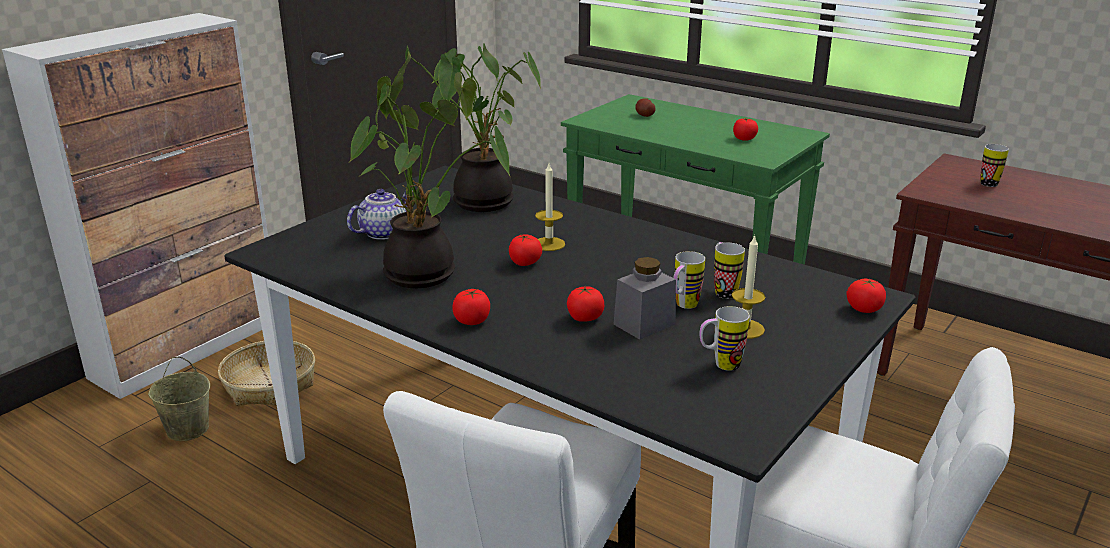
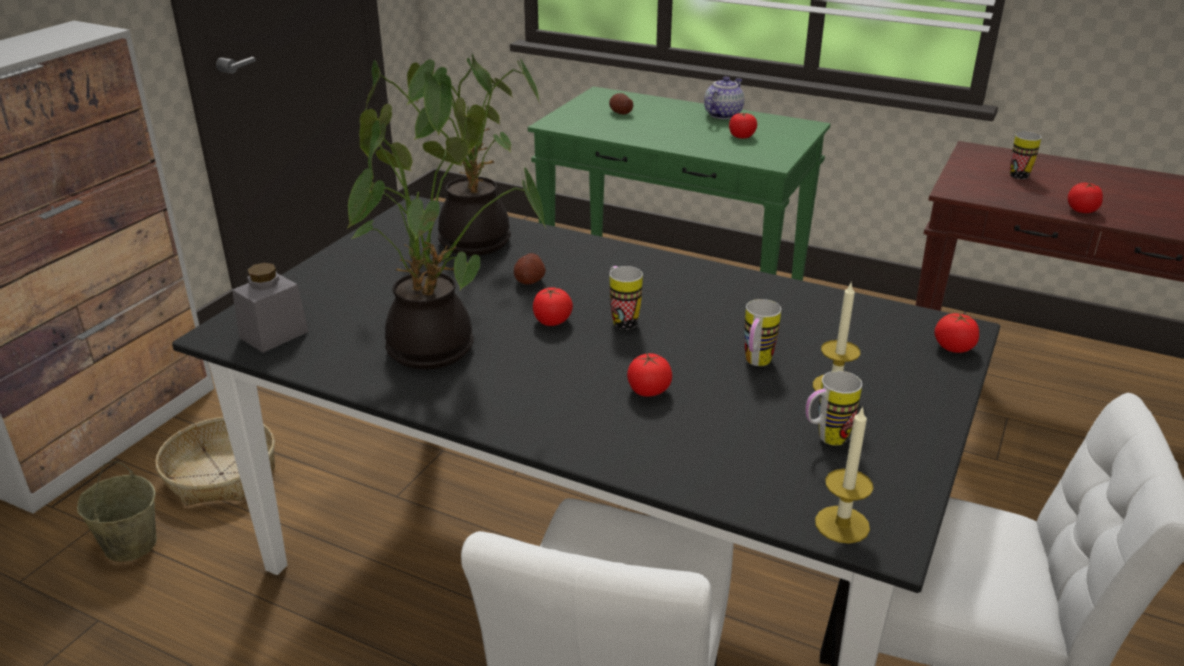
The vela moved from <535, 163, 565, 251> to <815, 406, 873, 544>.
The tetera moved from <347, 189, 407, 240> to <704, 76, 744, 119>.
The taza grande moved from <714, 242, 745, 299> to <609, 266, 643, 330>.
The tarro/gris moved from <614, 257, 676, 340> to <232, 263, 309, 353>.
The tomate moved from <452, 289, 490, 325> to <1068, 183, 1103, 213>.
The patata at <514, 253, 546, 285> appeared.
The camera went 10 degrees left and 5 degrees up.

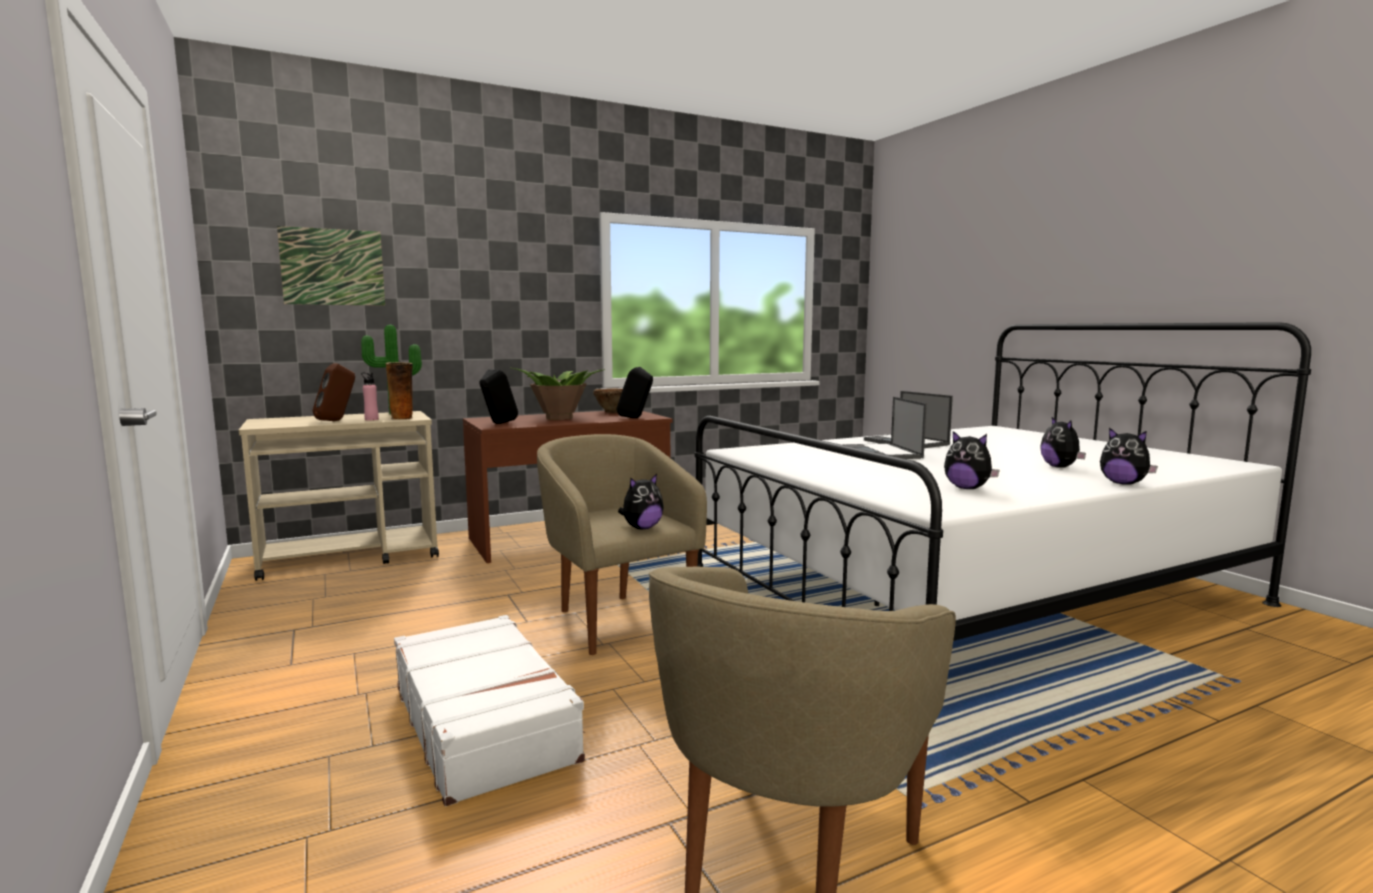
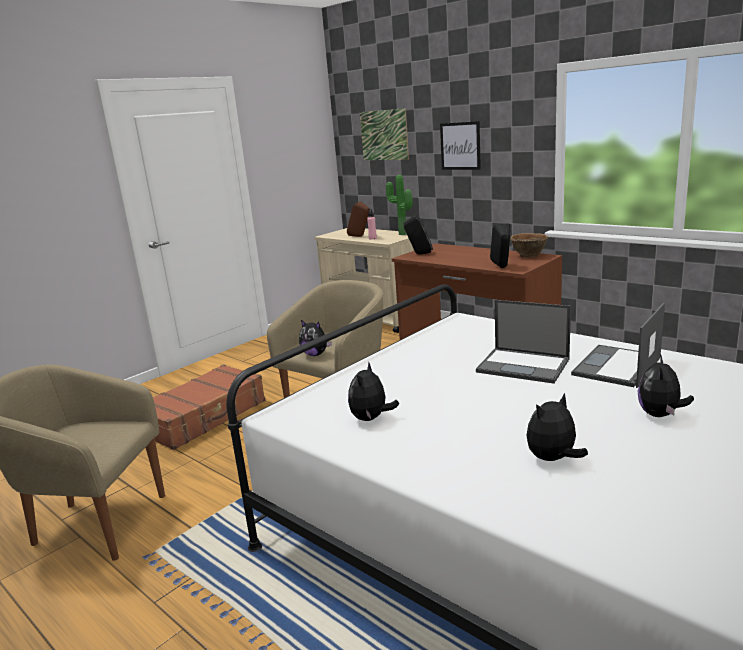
The florero at <385, 362, 413, 420> disappeared.
The planta en maceta at <512, 368, 605, 420> disappeared.
The portátil at <843, 397, 927, 459> turned 120 degrees counterclockwise.
The peluche moved from <1100, 428, 1158, 484> to <637, 354, 694, 417>.
The maleta/blanco at <394, 615, 585, 807> became the maleta/marrón at <153, 364, 265, 450>.
The cuadro at <440, 121, 481, 170> appeared.
The camera went 70 degrees right and 10 degrees up.

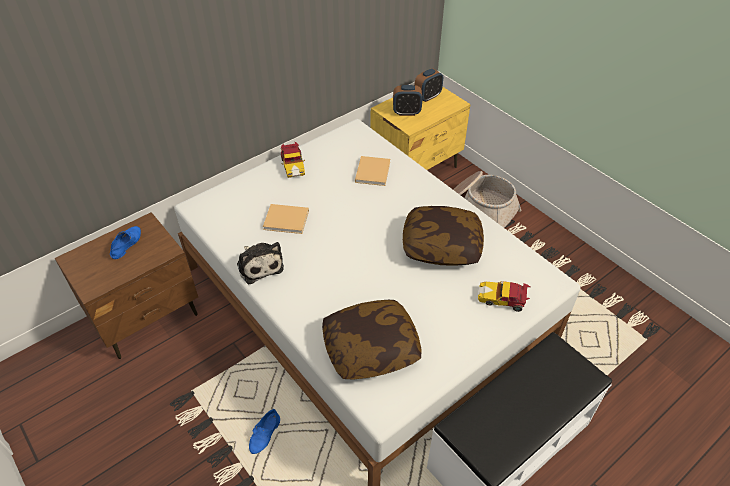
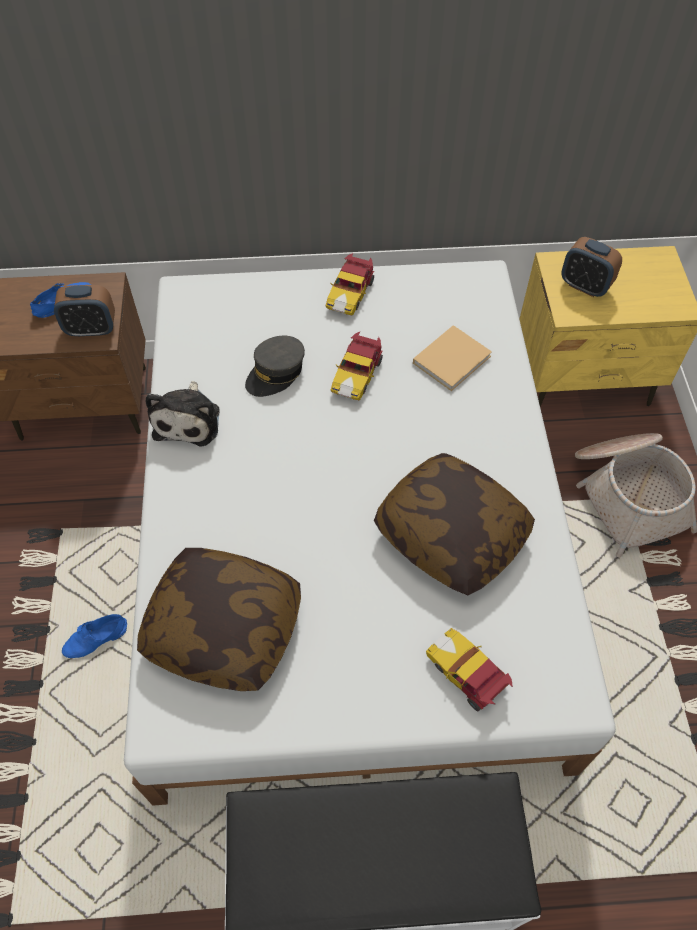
The despertador moved from <414, 68, 443, 102> to <54, 285, 115, 337>.
The libro/beis at <263, 204, 309, 234> was replaced by the gorra/gris at <245, 336, 305, 397>.
The coche de juguete at <331, 332, 383, 401> appeared.
The camera went 35 degrees right and 10 degrees up.

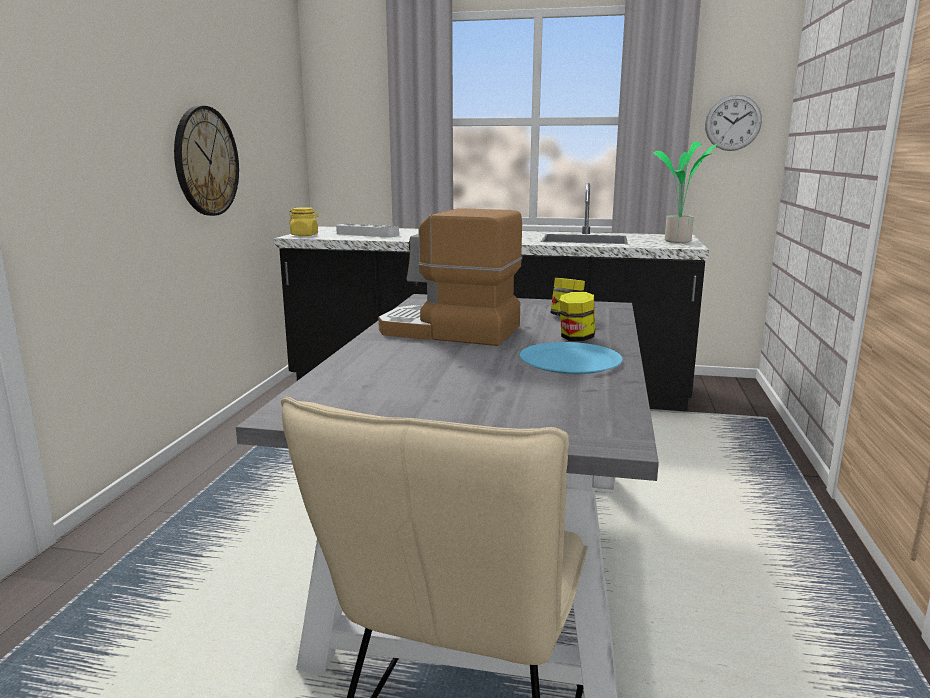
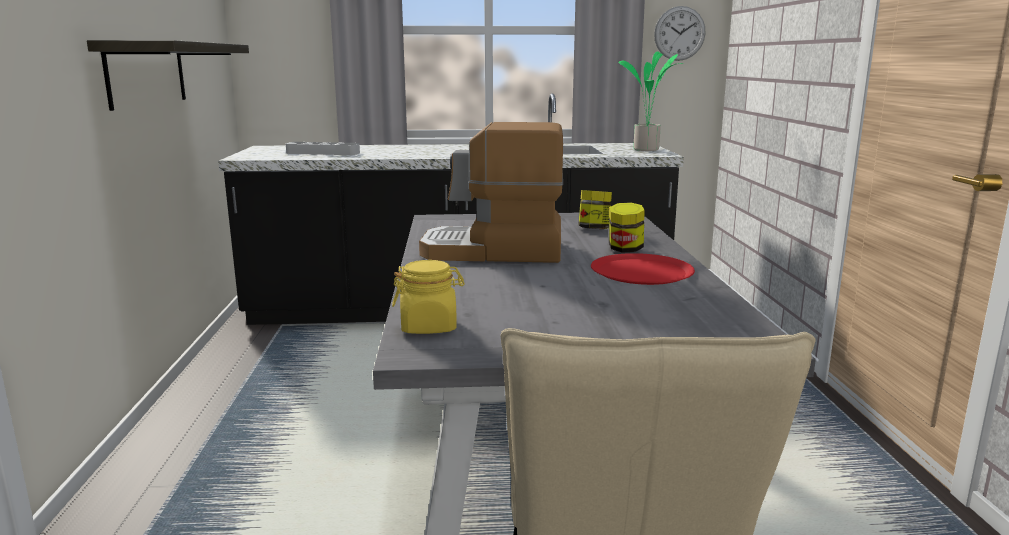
The reloj de pared at <174, 106, 239, 216> was replaced by the estante at <87, 40, 249, 111>.
The tarro/amarillo moved from <289, 207, 319, 236> to <392, 260, 465, 334>.
The plato/azul at <519, 342, 623, 374> became the plato/rojo at <591, 253, 695, 285>.
The camera went 15 degrees left and 0 degrees up.

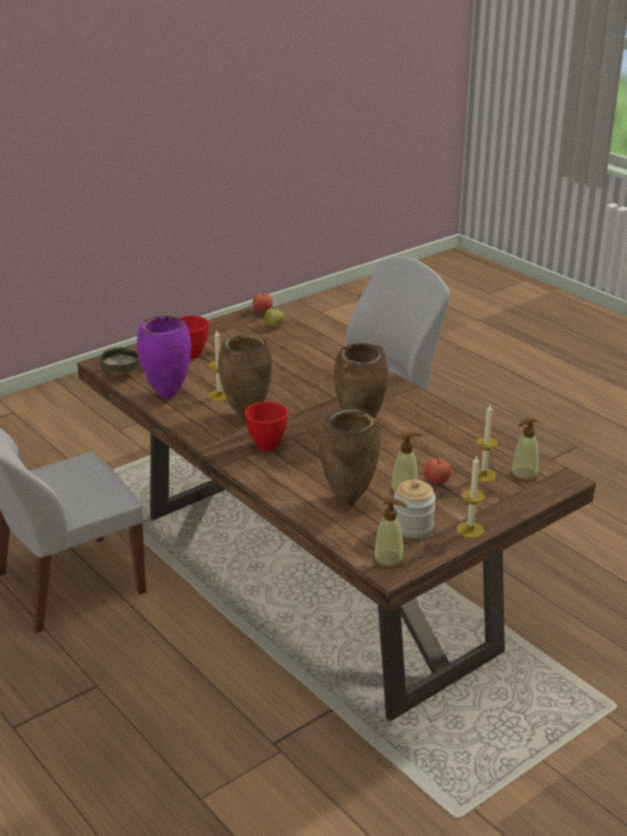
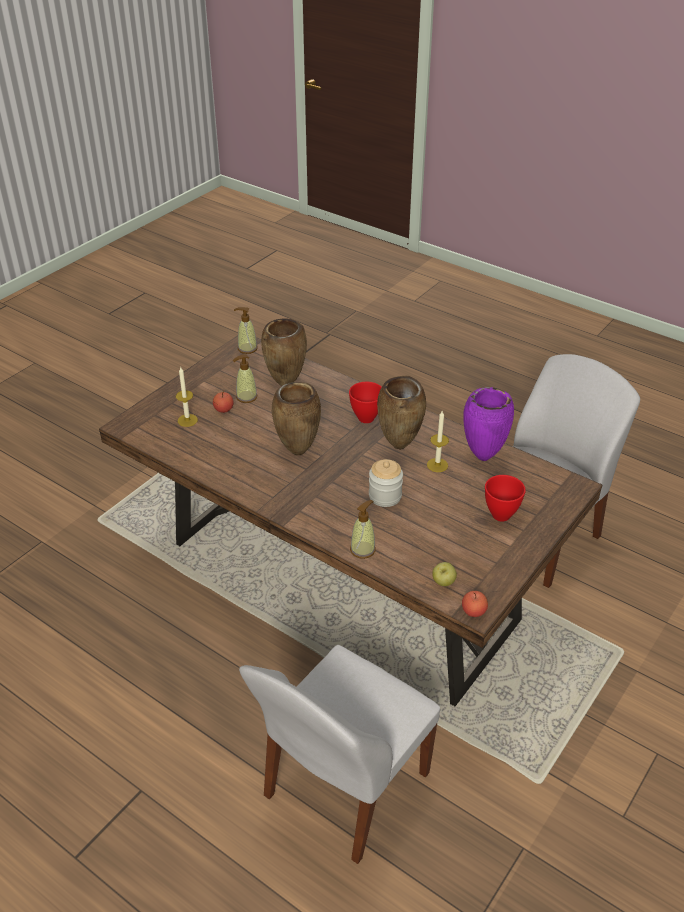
The cuenco at <100, 347, 140, 377> disappeared.
The dispensador de jabón moved from <511, 417, 539, 482> to <350, 500, 376, 559>.
The vela at <457, 455, 485, 538> disappeared.
The tarro moved from <394, 479, 436, 538> to <369, 459, 403, 507>.
The camera went 165 degrees right and 10 degrees up.

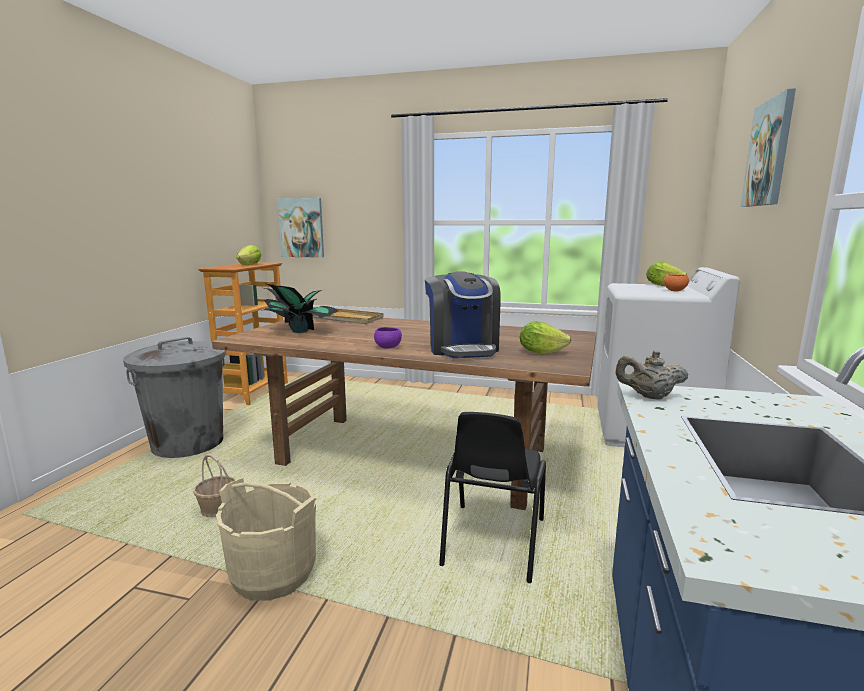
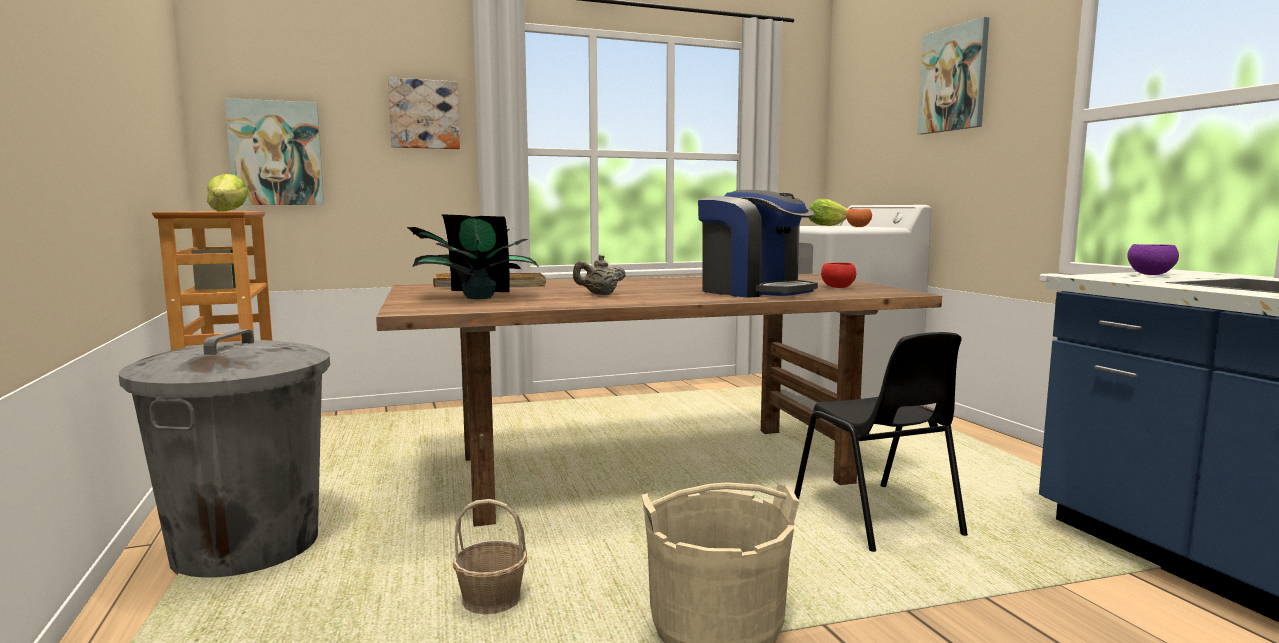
The lechuga at <520, 321, 572, 355> was replaced by the cuenco/rojo at <821, 263, 856, 288>.
The cuenco/morado moved from <374, 327, 402, 349> to <1127, 244, 1179, 275>.
The tetera/beis moved from <615, 350, 689, 400> to <573, 255, 626, 295>.
The cuadro at <388, 77, 460, 149> appeared.
The camera went 35 degrees left and 5 degrees down.

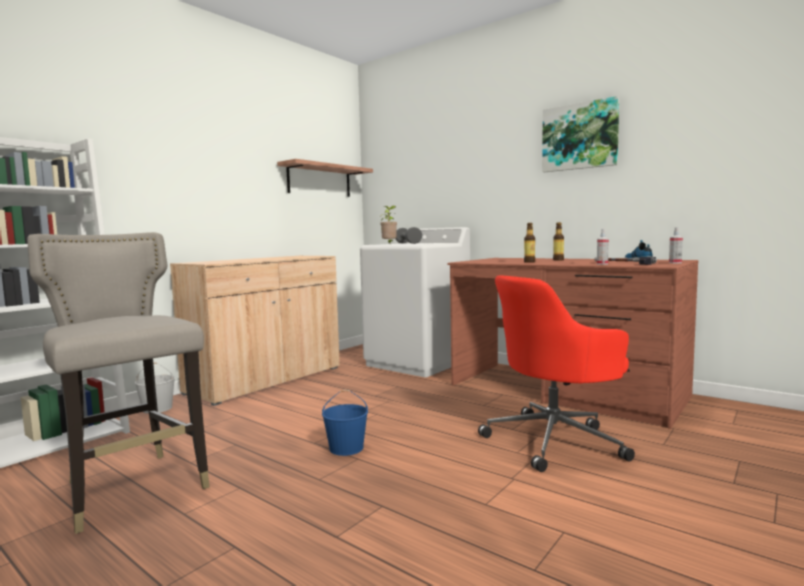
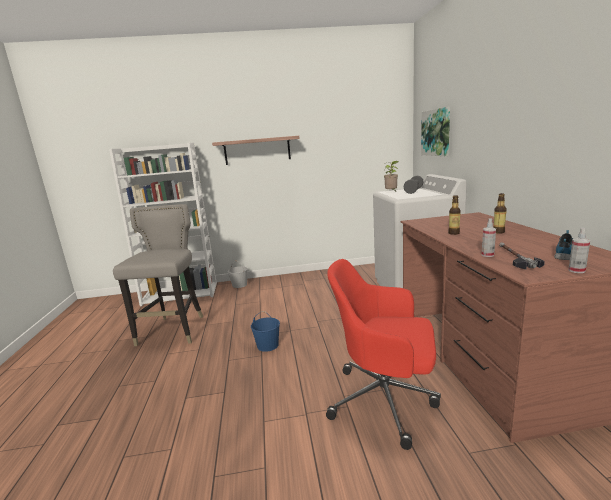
The cuadro moved from <542, 96, 619, 172> to <421, 107, 450, 156>.
The estante moved from <277, 159, 373, 197> to <212, 136, 300, 165>.
The armario/beis at <170, 256, 340, 406> disappeared.
The camera went 45 degrees right and 10 degrees up.

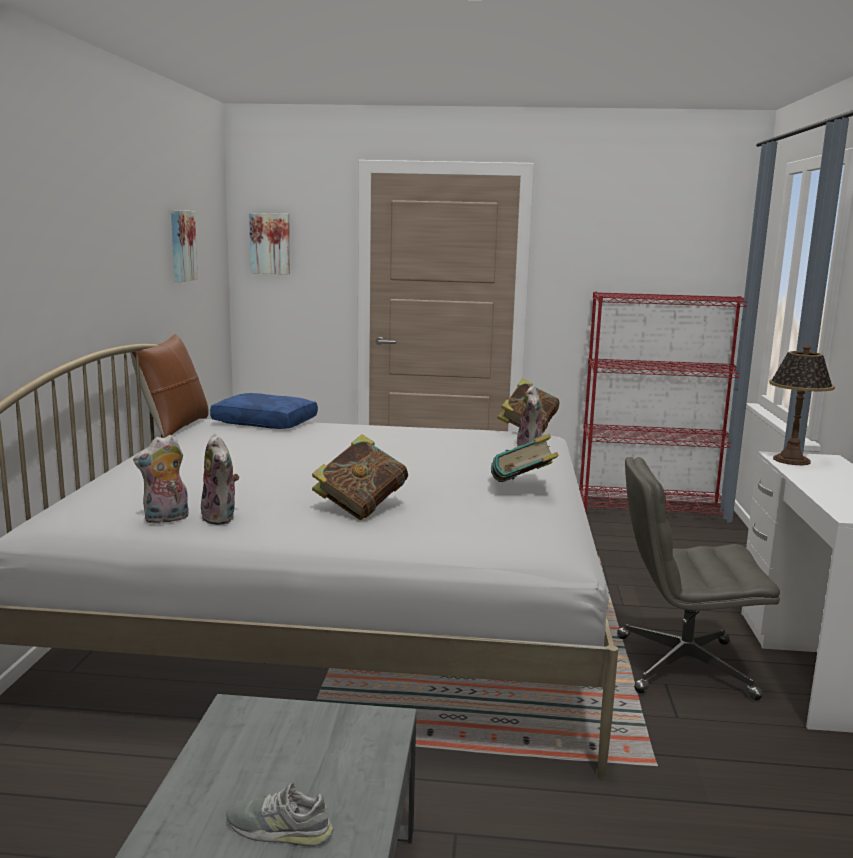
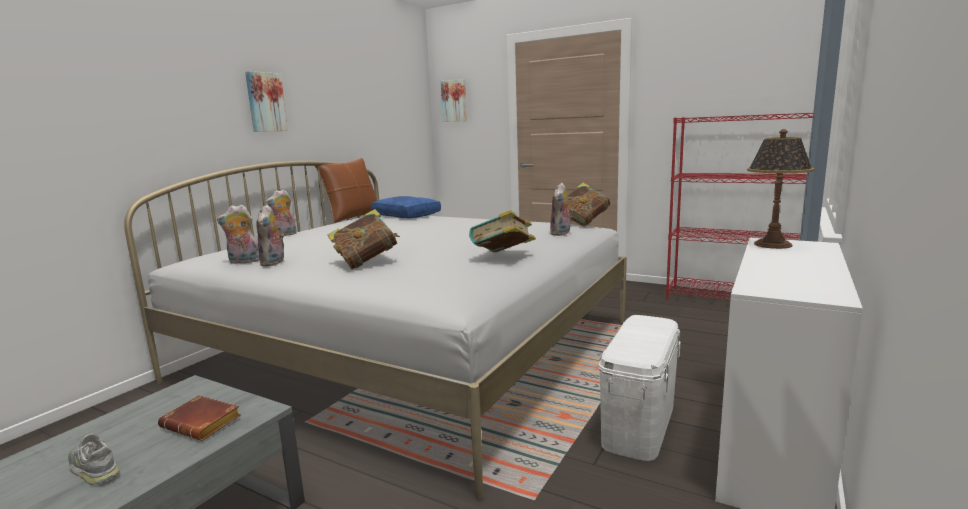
The cuadro moved from <171, 210, 198, 282> to <245, 71, 288, 132>.
The silla de oficina/gris at <617, 457, 780, 700> was replaced by the caja de almacenaje/blanco at <599, 315, 681, 461>.
The peluche at <265, 189, 297, 236> appeared.
The libro/marrón at <158, 395, 241, 441> appeared.
The camera went 25 degrees right and 0 degrees up.

